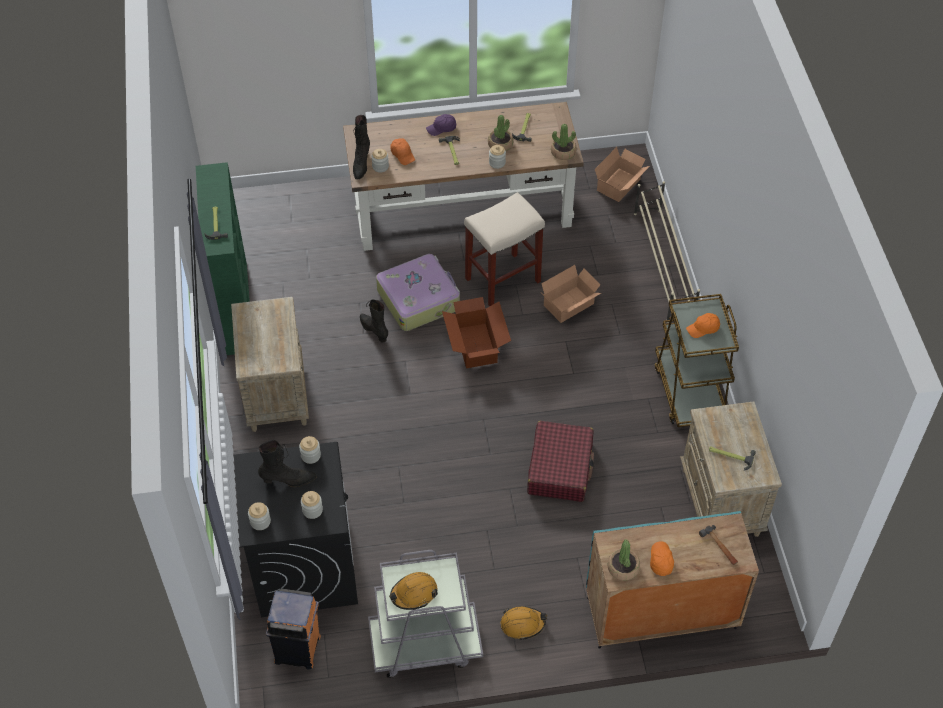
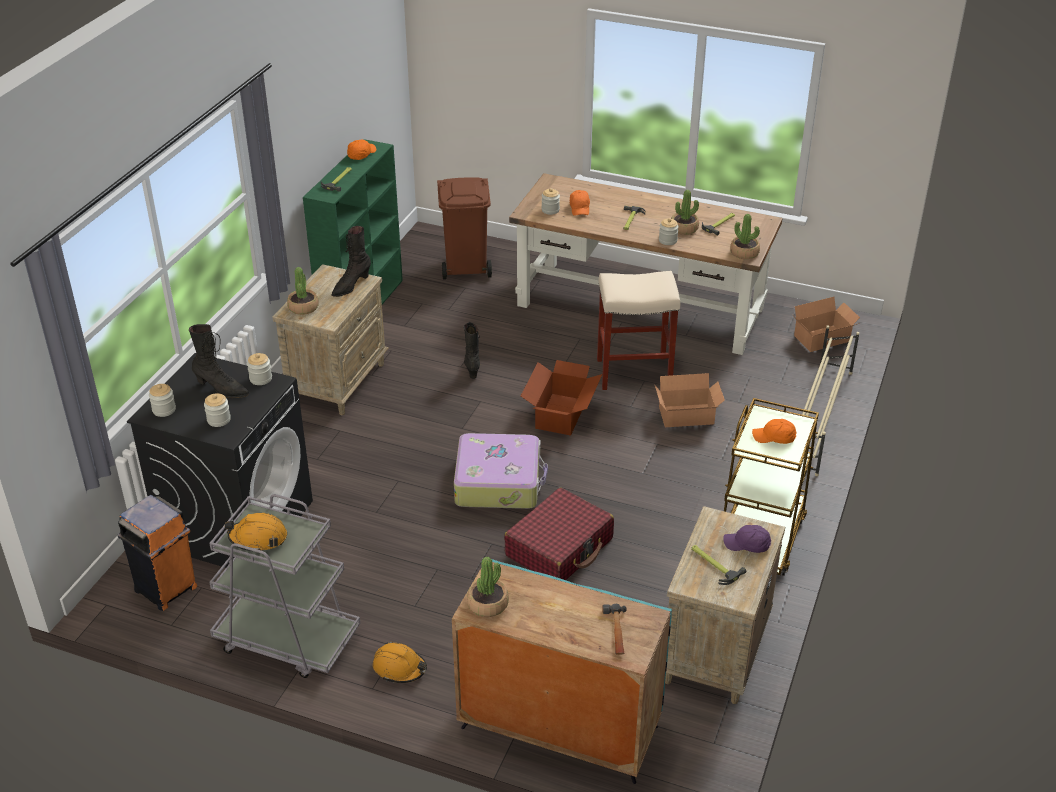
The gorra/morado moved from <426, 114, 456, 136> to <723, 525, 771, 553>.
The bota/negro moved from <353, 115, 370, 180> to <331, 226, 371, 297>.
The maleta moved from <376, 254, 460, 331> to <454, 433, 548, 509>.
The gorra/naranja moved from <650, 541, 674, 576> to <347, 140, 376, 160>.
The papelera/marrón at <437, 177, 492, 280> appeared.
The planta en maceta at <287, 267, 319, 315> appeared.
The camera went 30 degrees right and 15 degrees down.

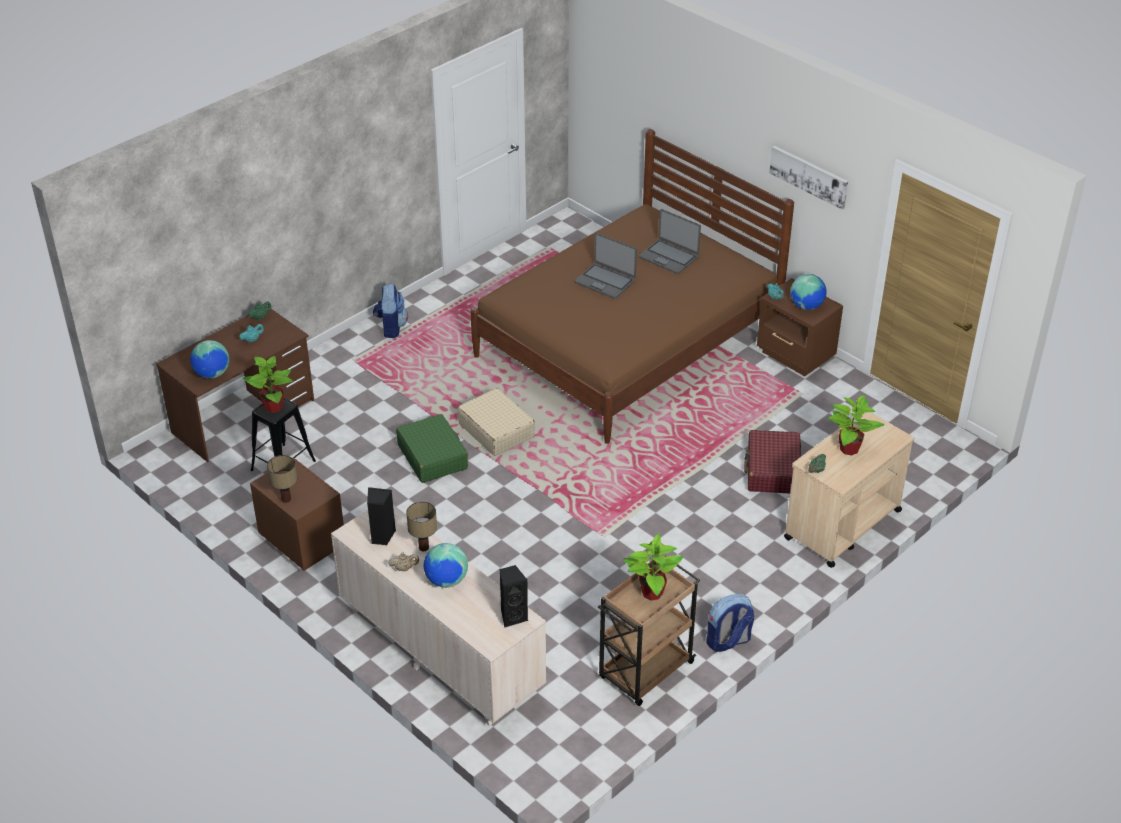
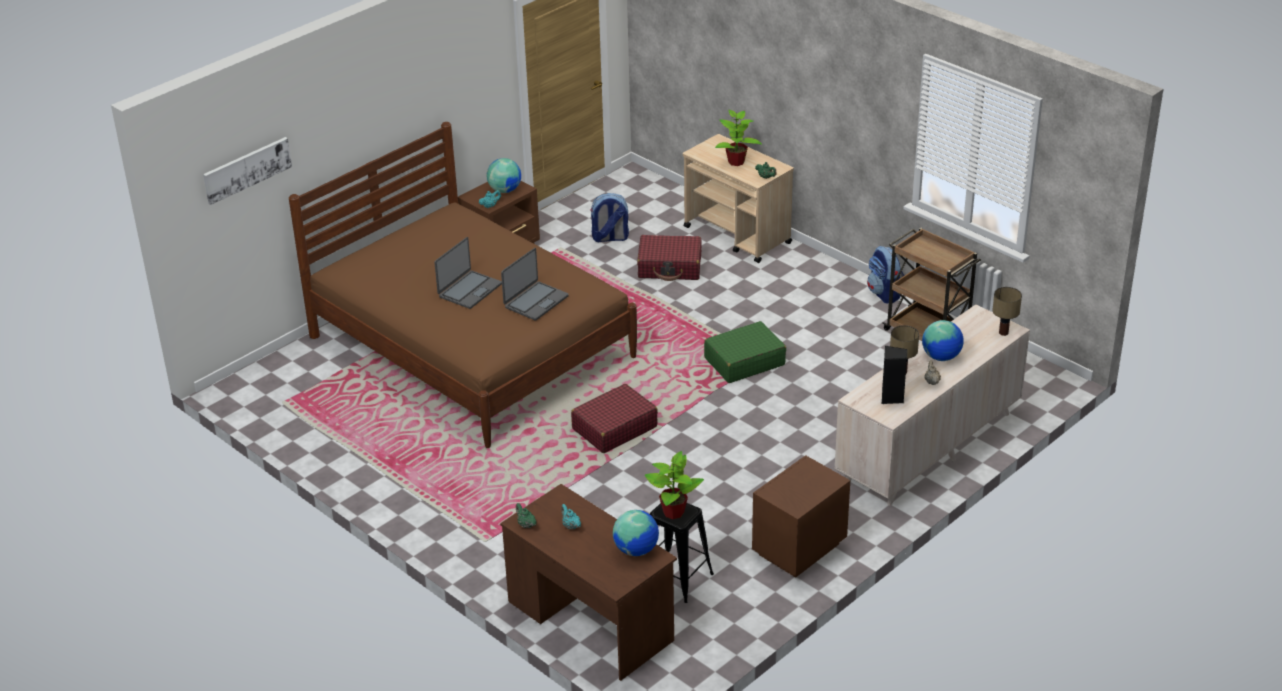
The cuadro moved from <769, 146, 848, 209> to <203, 137, 292, 205>.
The portátil moved from <639, 209, 701, 274> to <501, 248, 569, 321>.
The mochila moved from <373, 284, 408, 338> to <590, 193, 629, 242>.
The maleta/beis at <457, 388, 535, 456> became the maleta/rojo at <571, 384, 658, 453>.
The maleta/verde moved from <396, 414, 468, 483> to <704, 321, 786, 383>.
The lámpara de mesa moved from <267, 455, 297, 503> to <992, 287, 1022, 336>.
The planta en maceta at <623, 534, 684, 600> disappeared.
The altavoz/negro at <500, 565, 528, 628> disappeared.
The camera went 90 degrees left and 5 degrees down.

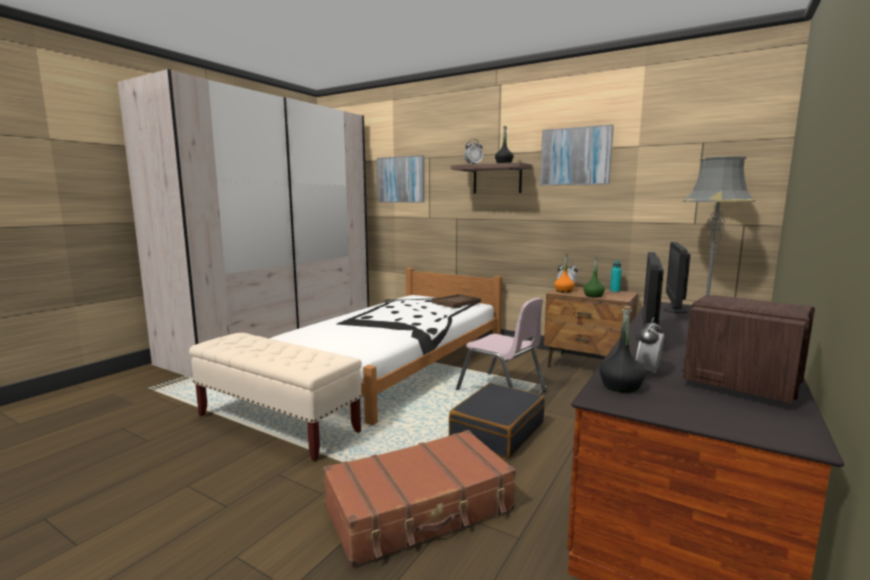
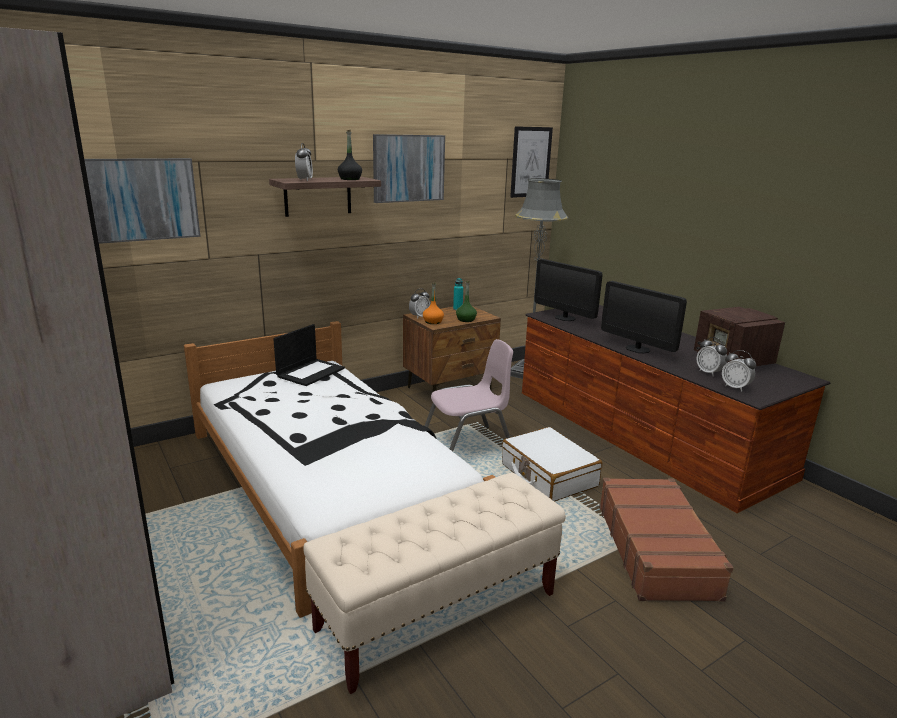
The bandeja/marrón at <432, 294, 481, 308> was replaced by the portátil at <273, 324, 345, 386>.
The botella/negro at <599, 306, 646, 393> was replaced by the despertador at <722, 350, 756, 392>.
The maleta/negro at <449, 383, 545, 459> became the maleta/blanco at <502, 427, 602, 502>.
The cuadro at <510, 126, 553, 198> appeared.
The camera went 65 degrees left and 10 degrees up.

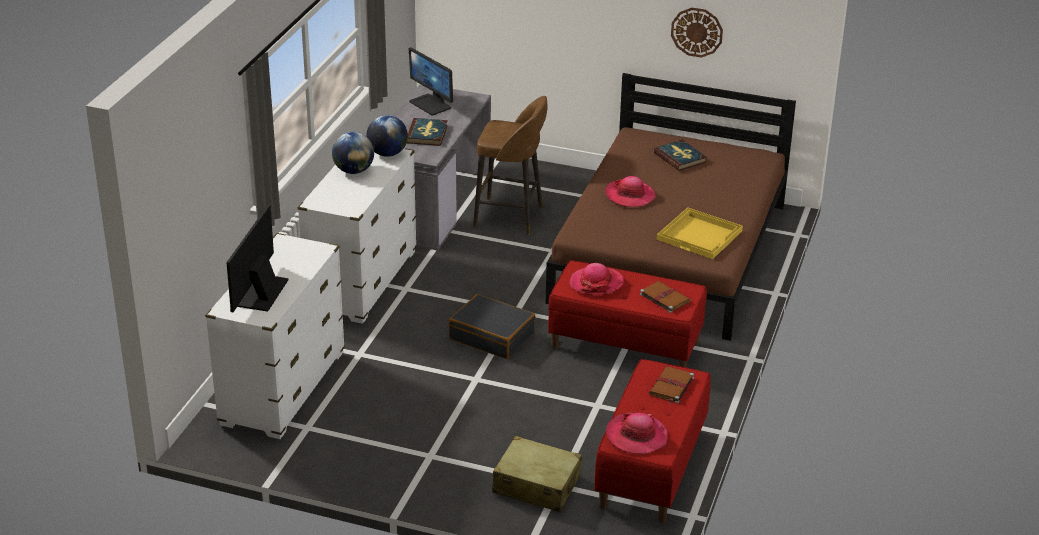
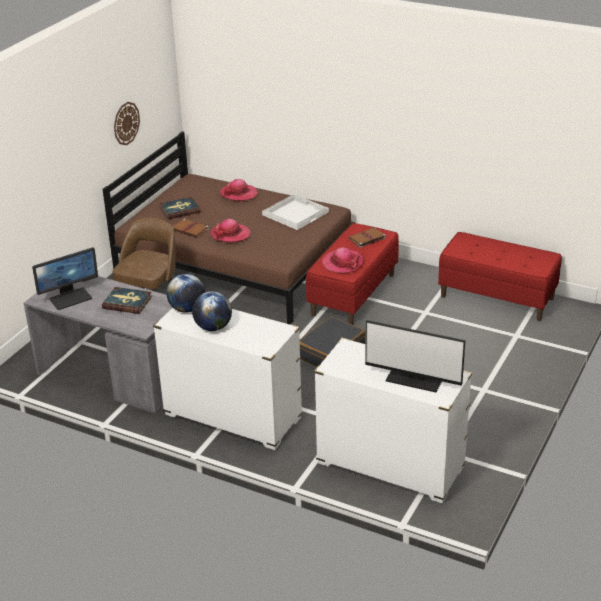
The bandeja/amarillo at <657, 207, 743, 259> became the bandeja/blanco at <262, 194, 329, 230>.
The libro/marrón moved from <649, 366, 694, 404> to <173, 218, 209, 238>.
The sombrero moved from <606, 413, 668, 454> to <220, 179, 258, 201>.
The maleta/beis at <492, 436, 582, 512> disappeared.
The camera went 80 degrees left and 0 degrees up.

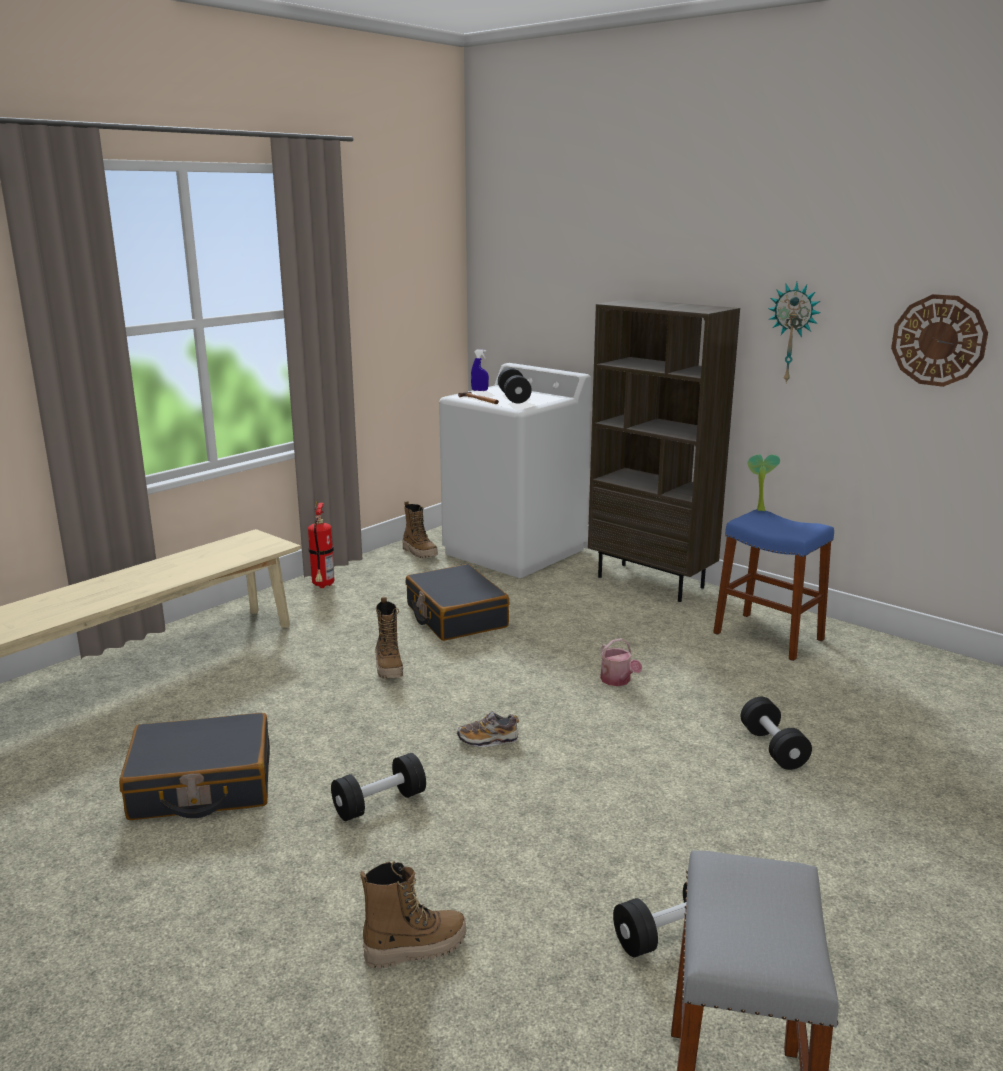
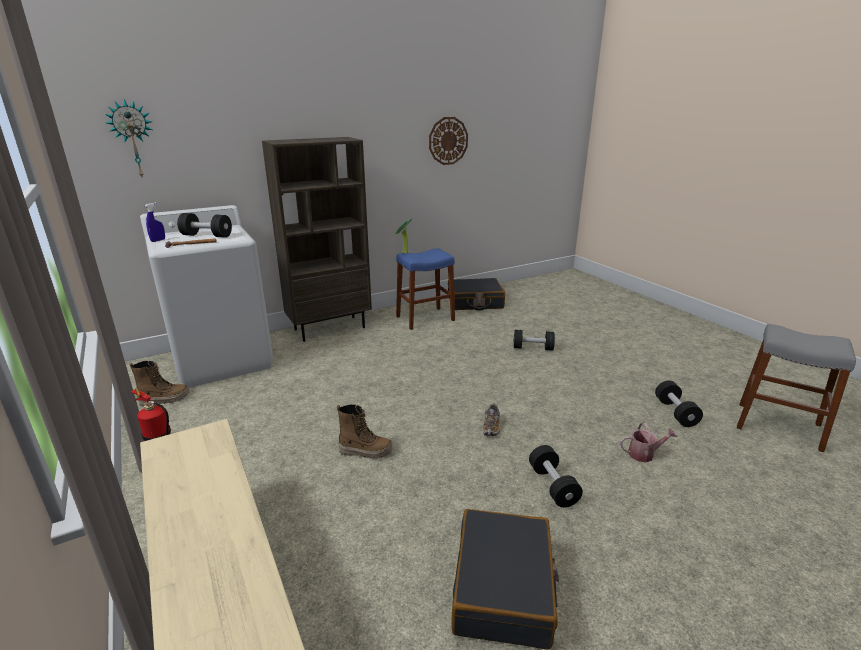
The reloj de pared moved from <768, 282, 820, 384> to <105, 99, 153, 179>.
The maleta/negro moved from <406, 564, 510, 641> to <448, 278, 505, 311>.
The regadera moved from <600, 638, 642, 686> to <620, 423, 677, 462>.
The bota at <360, 861, 466, 969> disappeared.
The camera went 70 degrees left and 5 degrees up.

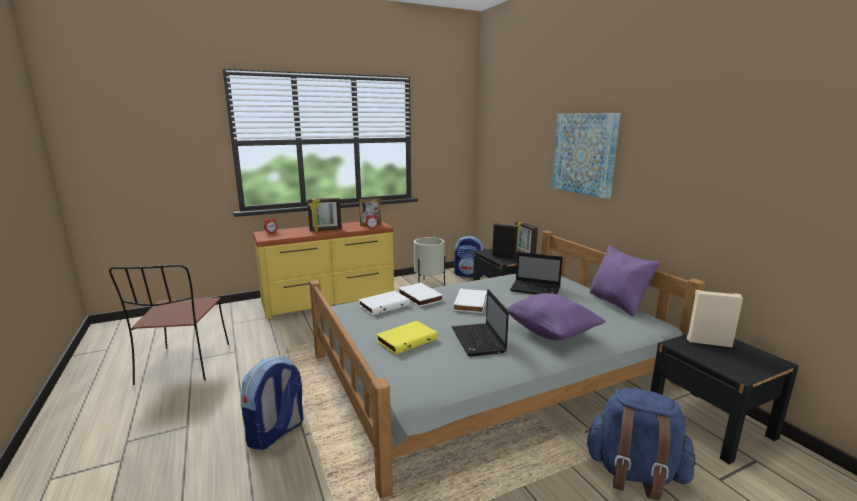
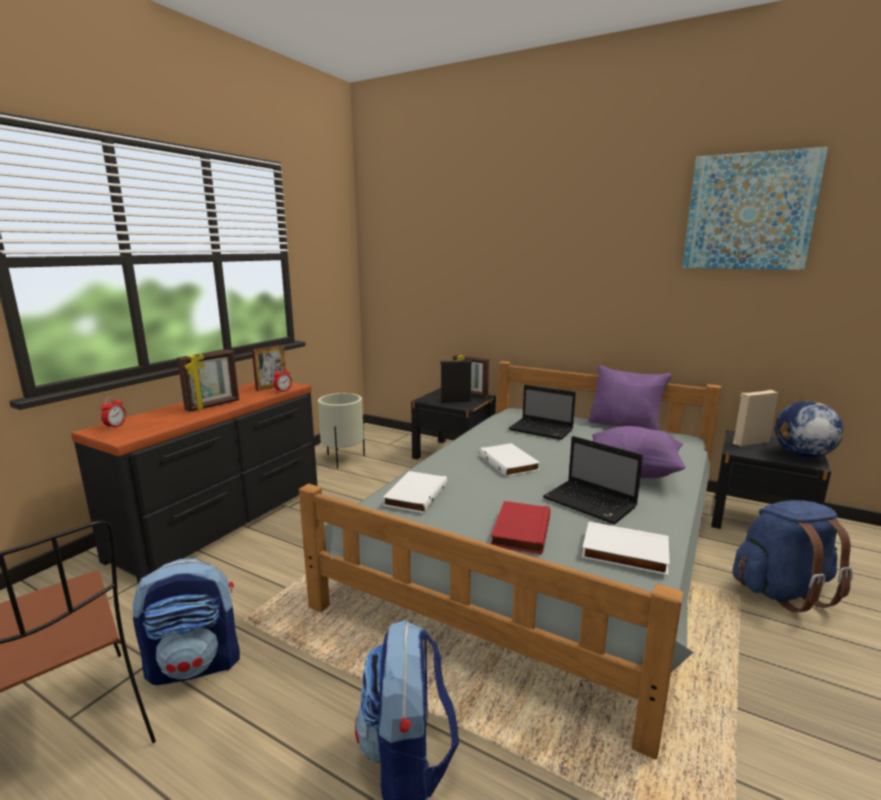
The cuadro moved from <552, 113, 621, 199> to <682, 147, 828, 270>.
The cómoda/amarillo at <253, 221, 394, 319> became the cómoda/negro at <71, 382, 318, 583>.
The mochila moved from <454, 236, 485, 277> to <132, 558, 240, 685>.
The portátil at <510, 252, 563, 295> turned 45 degrees clockwise.
The libro/blanco moved from <399, 283, 443, 307> to <582, 522, 670, 575>.
The libro/amarillo at <376, 321, 437, 355> became the libro/rojo at <491, 501, 550, 554>.
The globo terráqueo at <774, 401, 844, 458> appeared.
The camera went 35 degrees left and 0 degrees up.

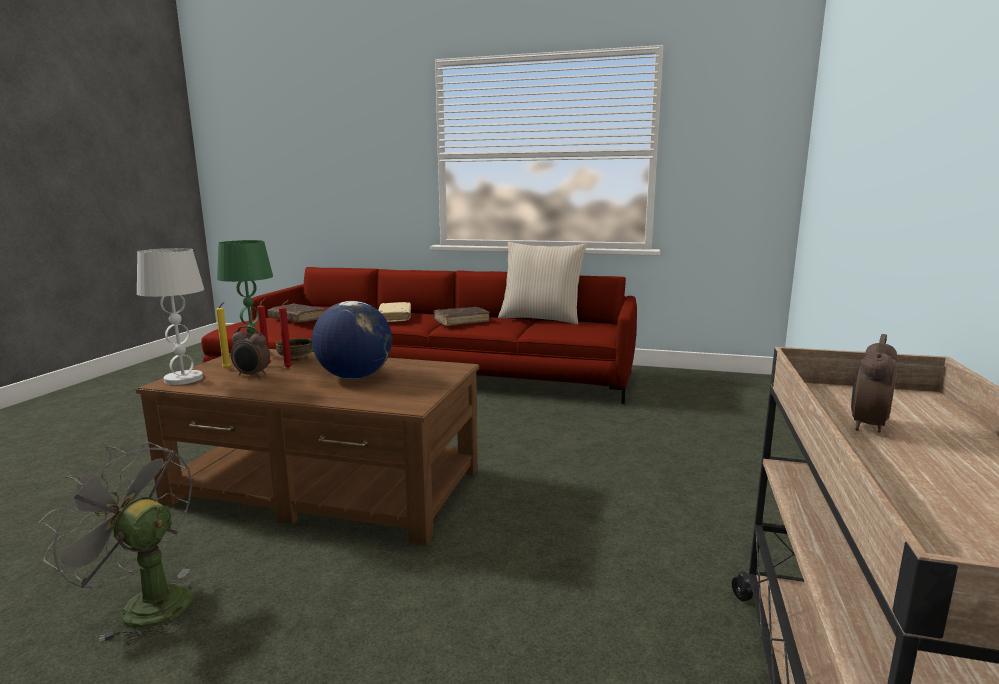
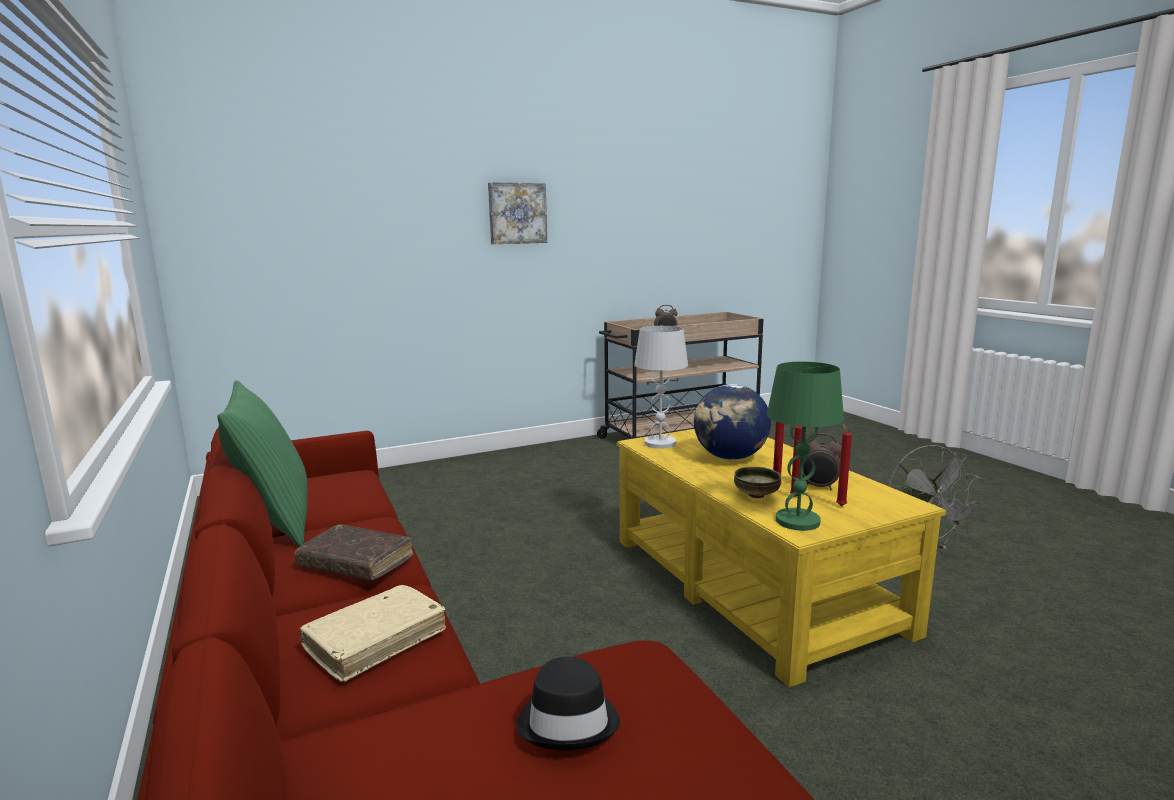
The cojín/beis at <498, 242, 587, 325> became the cojín/verde at <218, 380, 308, 546>.
The lámpara de mesa/blanco moved from <137, 248, 204, 385> to <634, 326, 688, 449>.
The vela/amarillo at <216, 302, 231, 369> became the vela/rojo at <836, 423, 852, 506>.
The libro/marrón at <268, 304, 324, 323> was replaced by the sombrero/negro at <516, 657, 620, 750>.
The despertador at <231, 326, 270, 378> turned 135 degrees clockwise.
The mesa de centro/marrón at <136, 349, 479, 545> became the mesa de centro/amarillo at <617, 429, 946, 687>.
The cuadro at <488, 182, 547, 244> appeared.
The camera went 130 degrees left and 0 degrees up.

